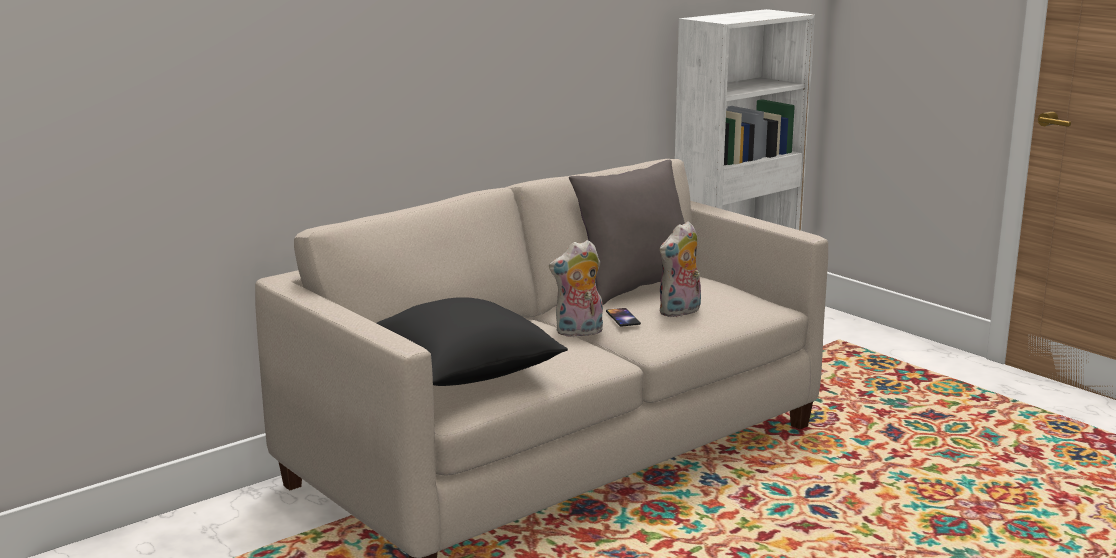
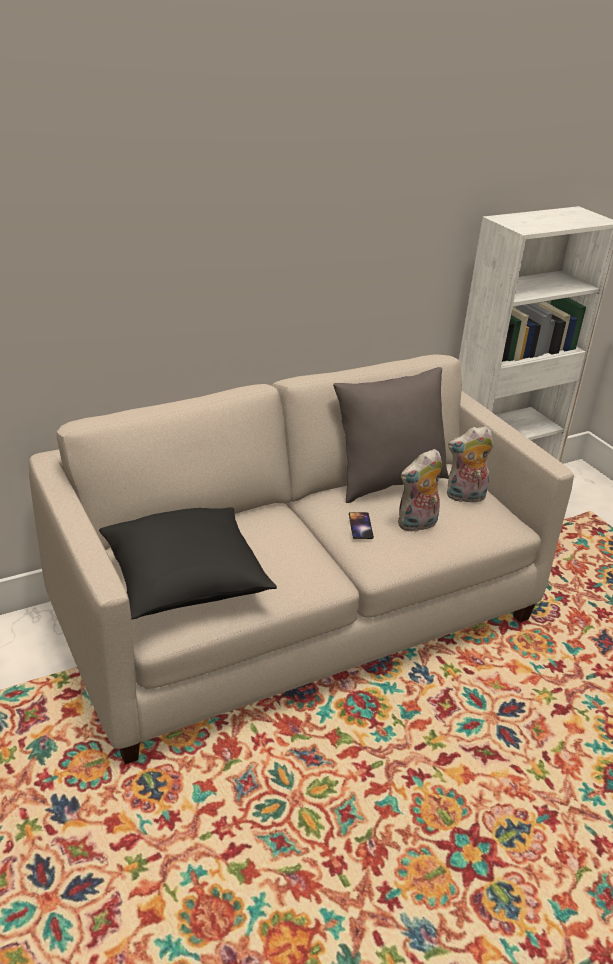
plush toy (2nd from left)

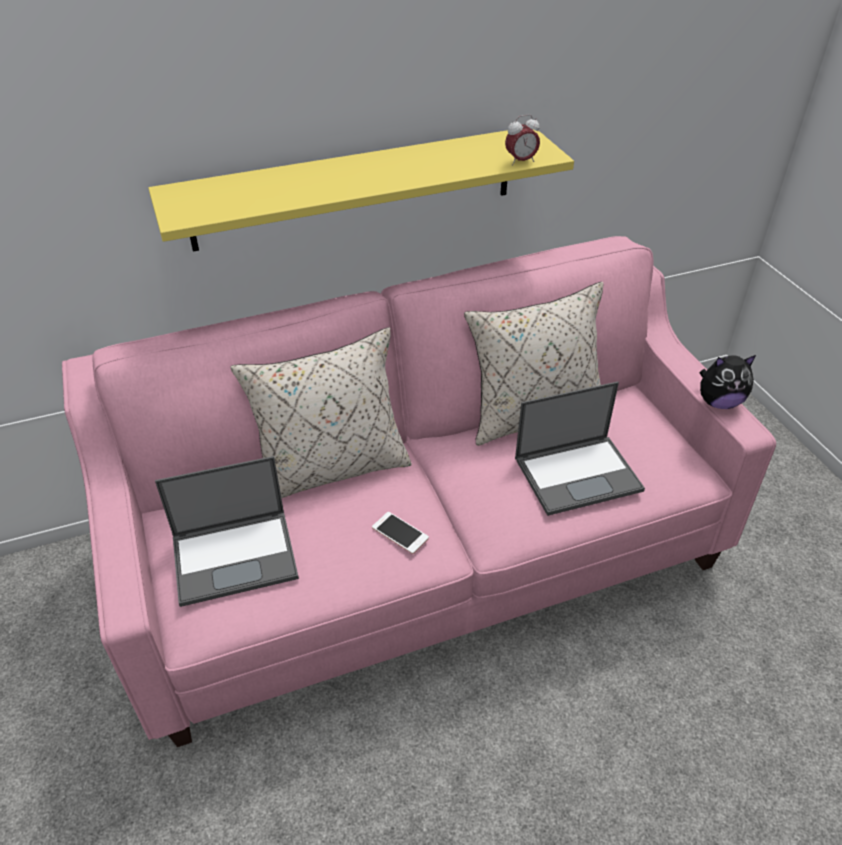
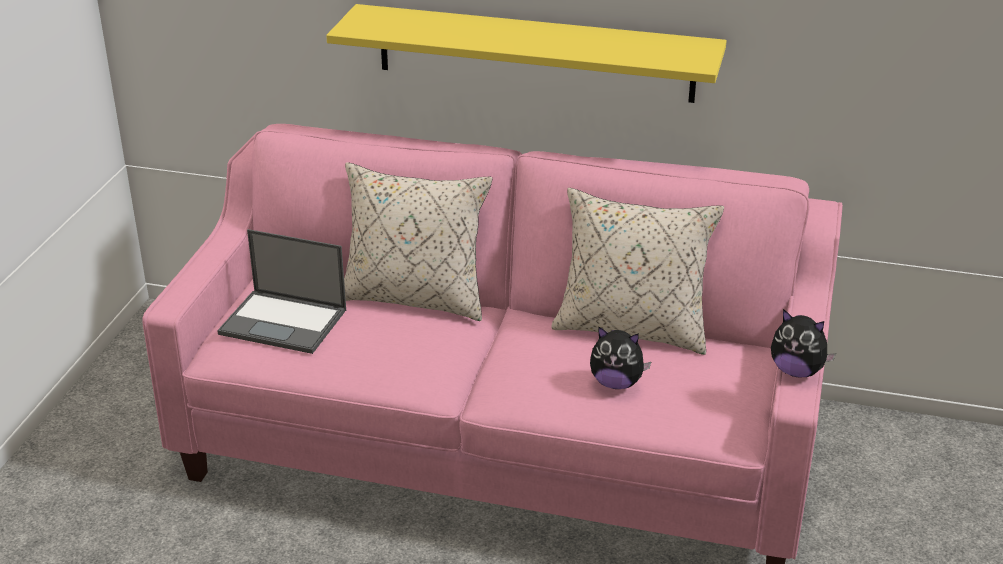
alarm clock
plush toy (1st from left)
phone

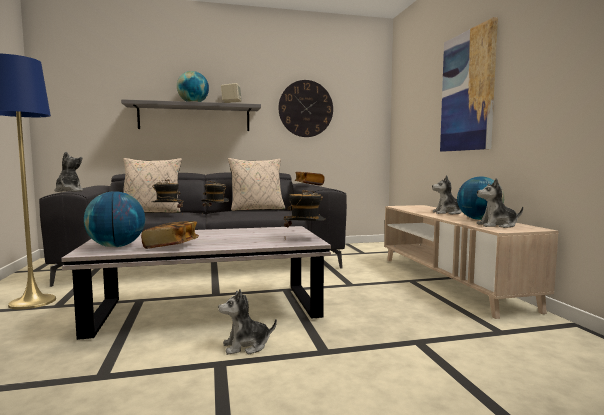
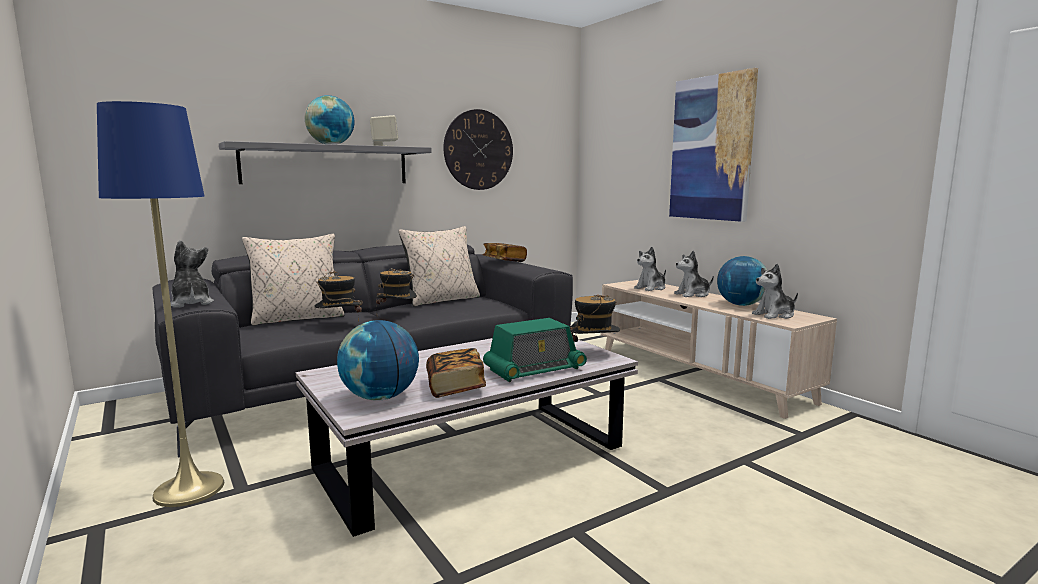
plush toy (2nd from left)
radio

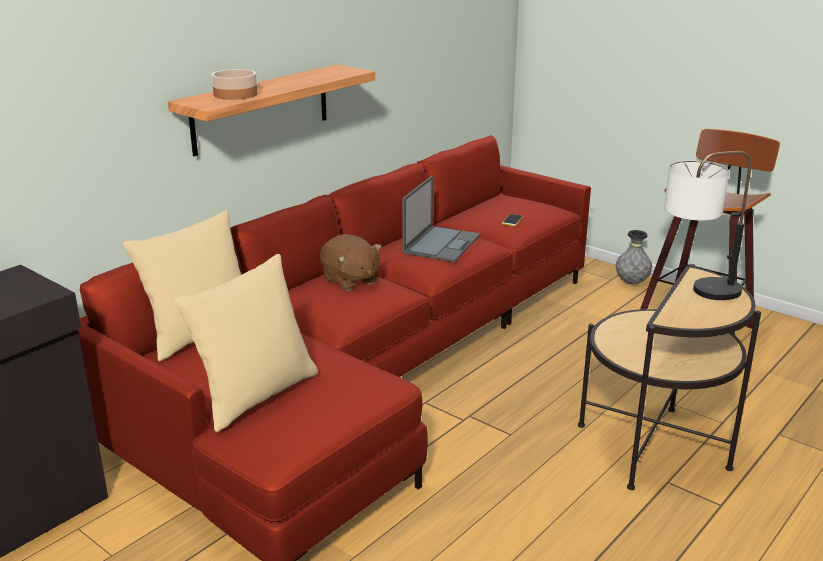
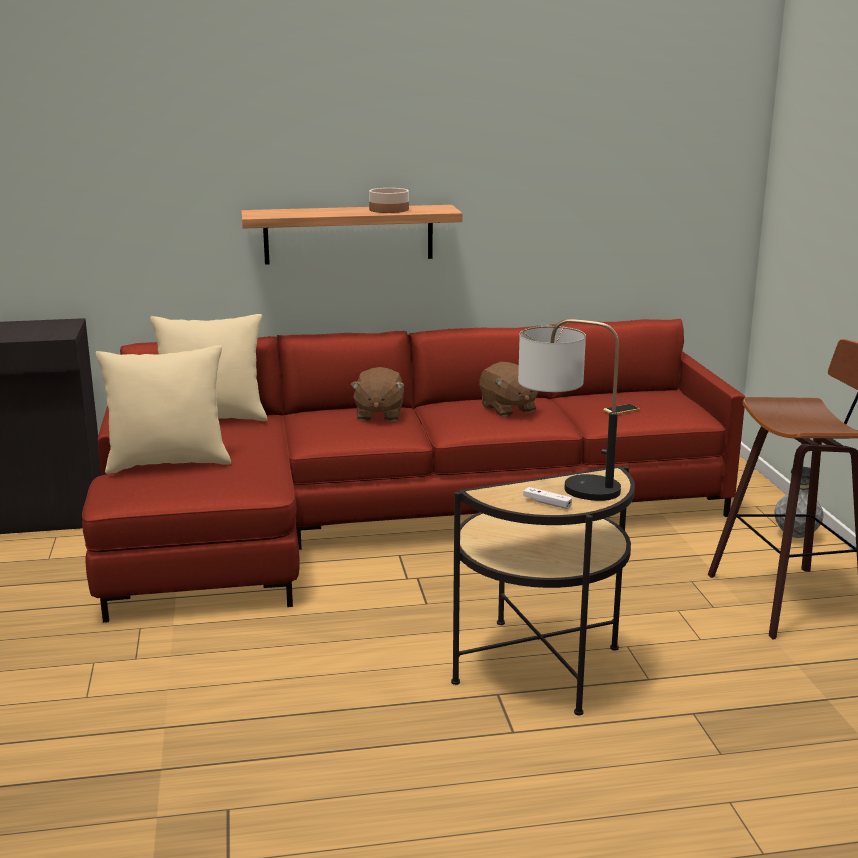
bowl
brown plush toy (2nd from left)
white game controller

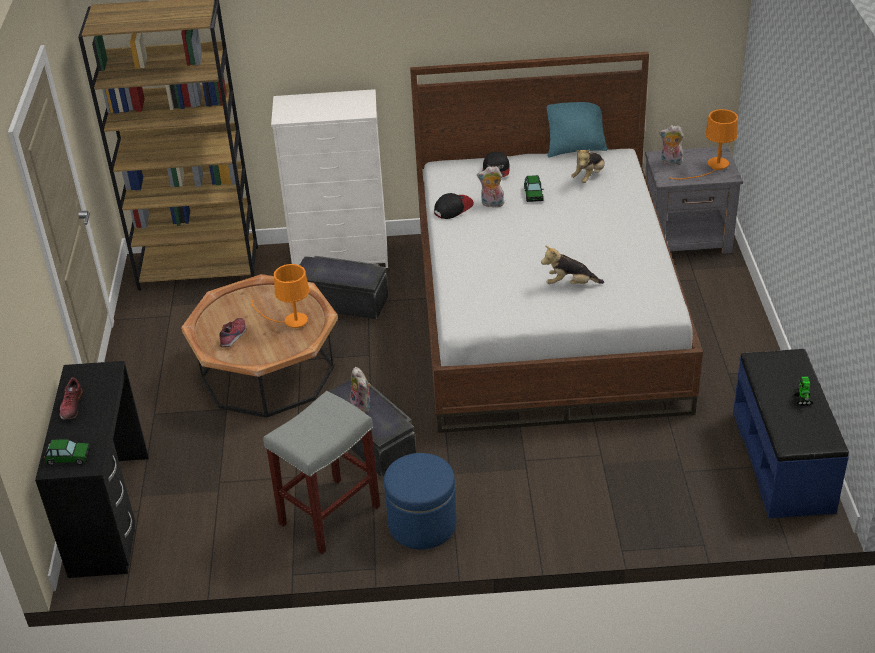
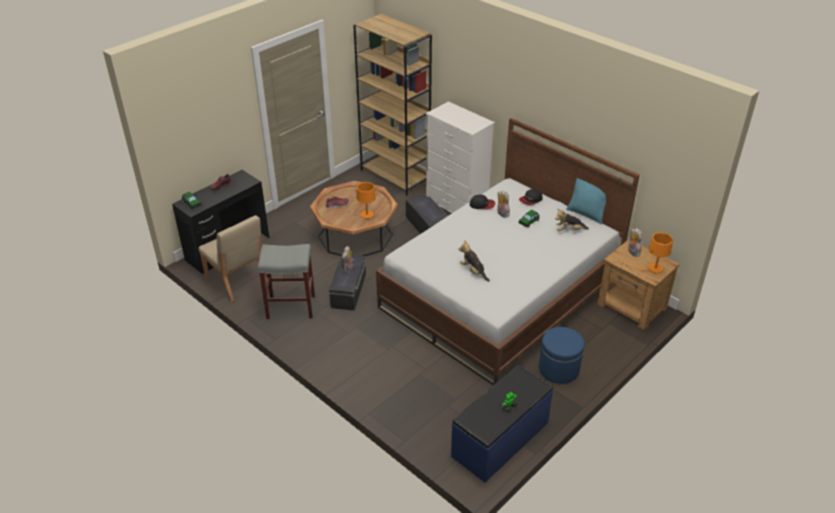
brown nightstand
blue ottoman
beige chair

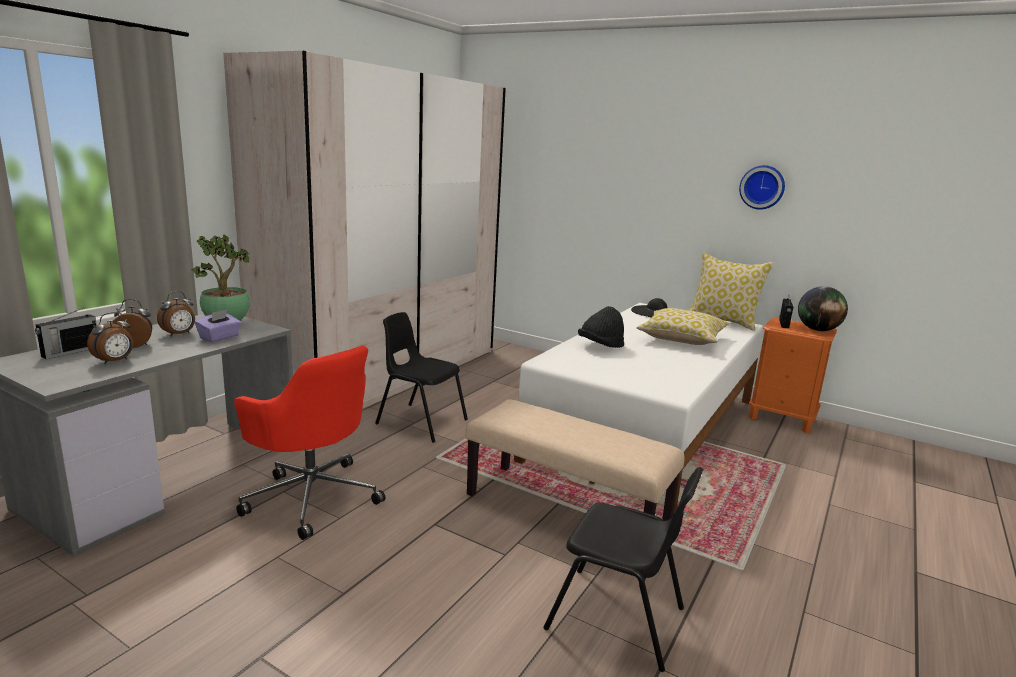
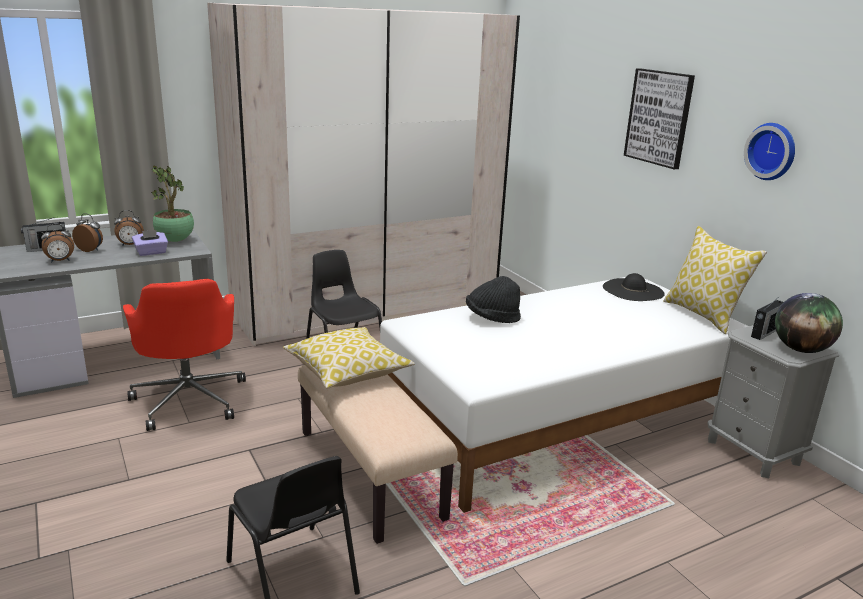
pillow (1st from left)
grey nightstand
picture

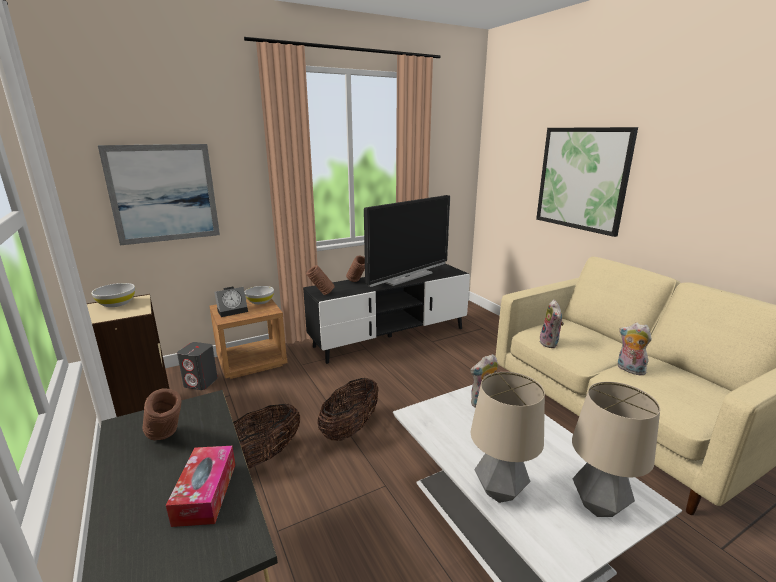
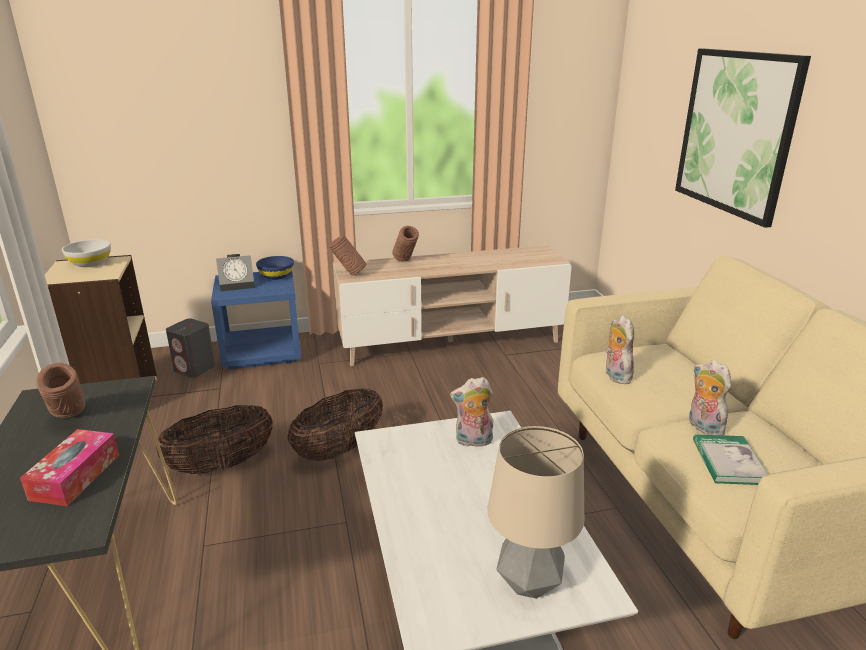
picture (1st from left in the first image)
television
beige tv stand
blue bowl
blue nightstand
plush toy (2nd from left)
table lamp (1st from left in the first image)
book

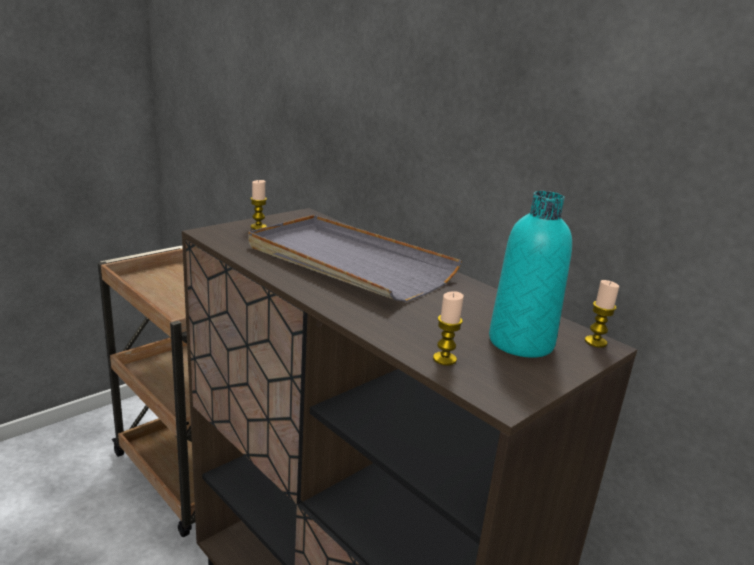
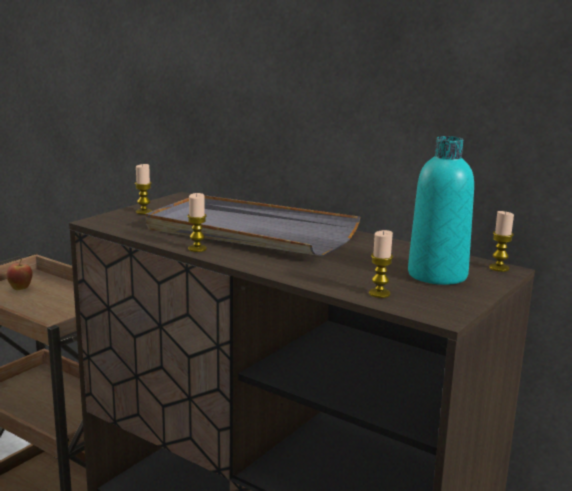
candle (2nd from left)
apple

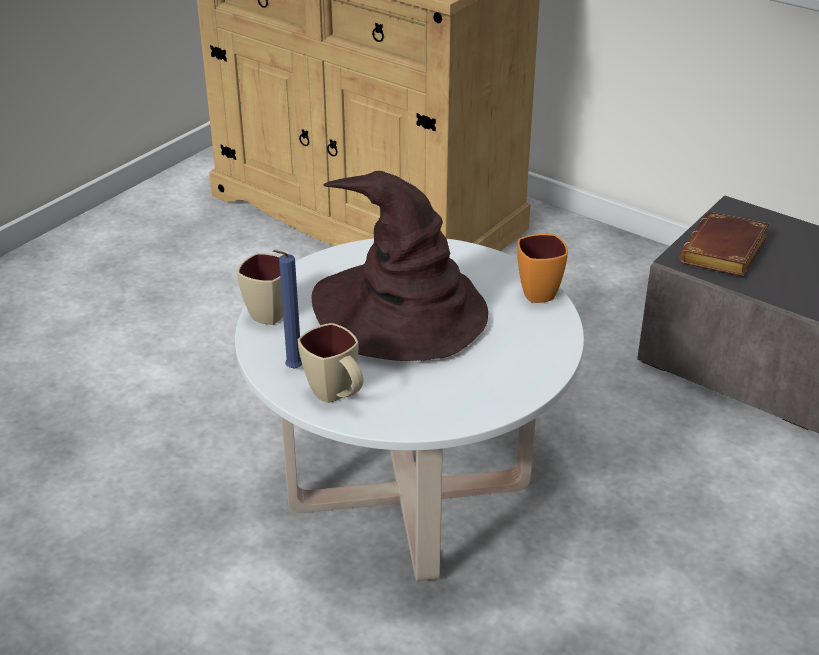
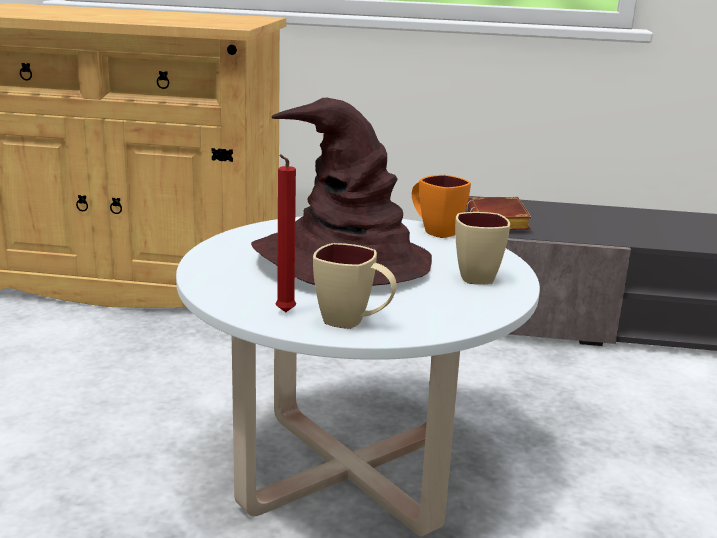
red candle
beige mug (2nd from left)

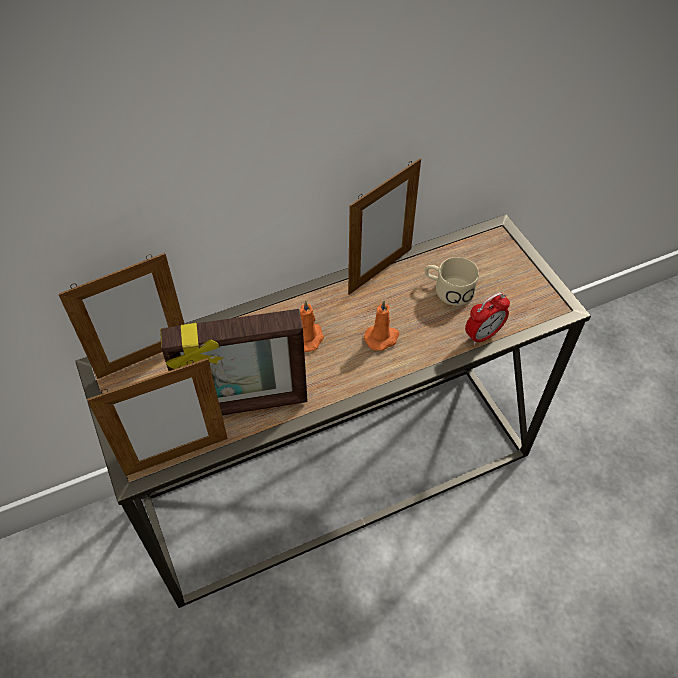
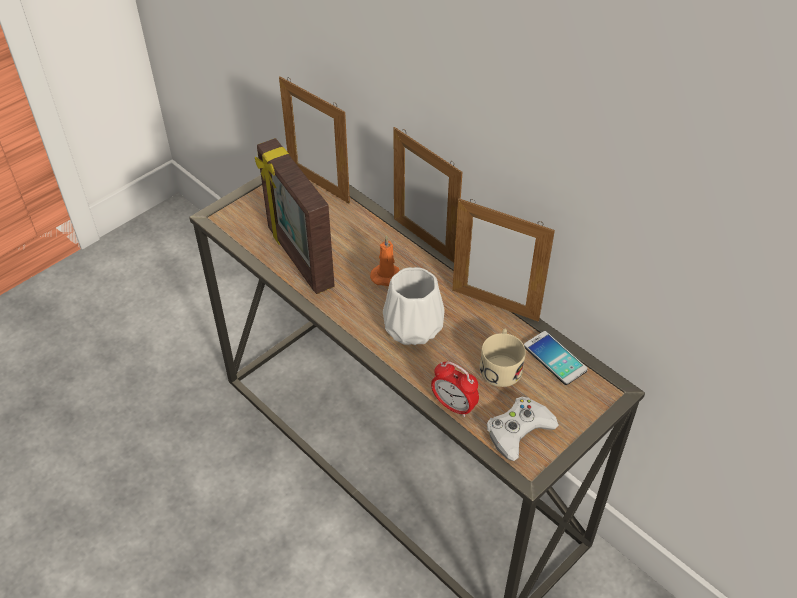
white vase
picture frame (3rd from left)
phone
white game controller

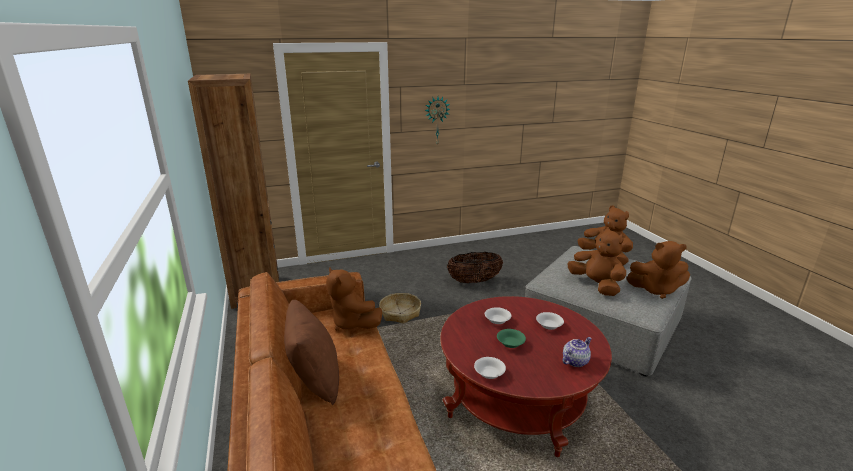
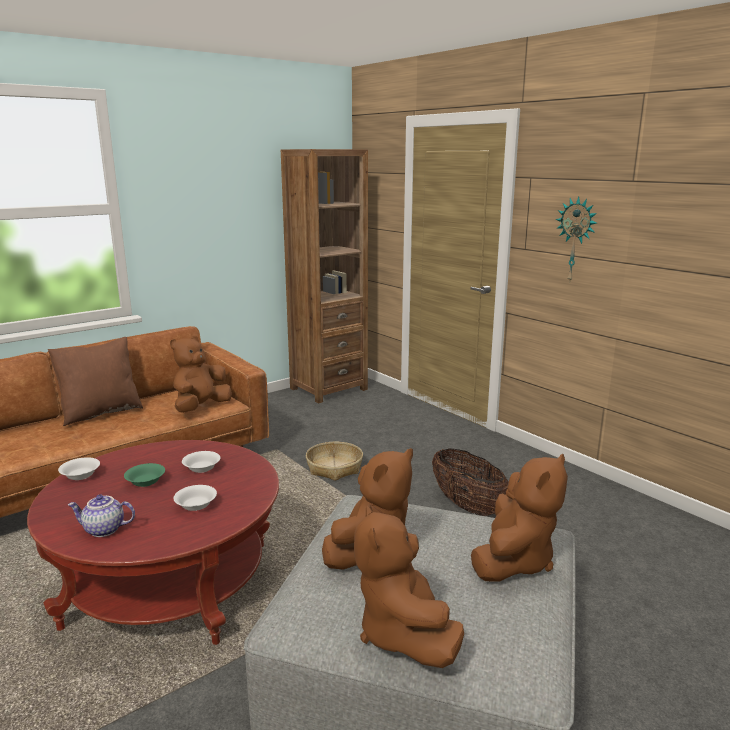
teapot

